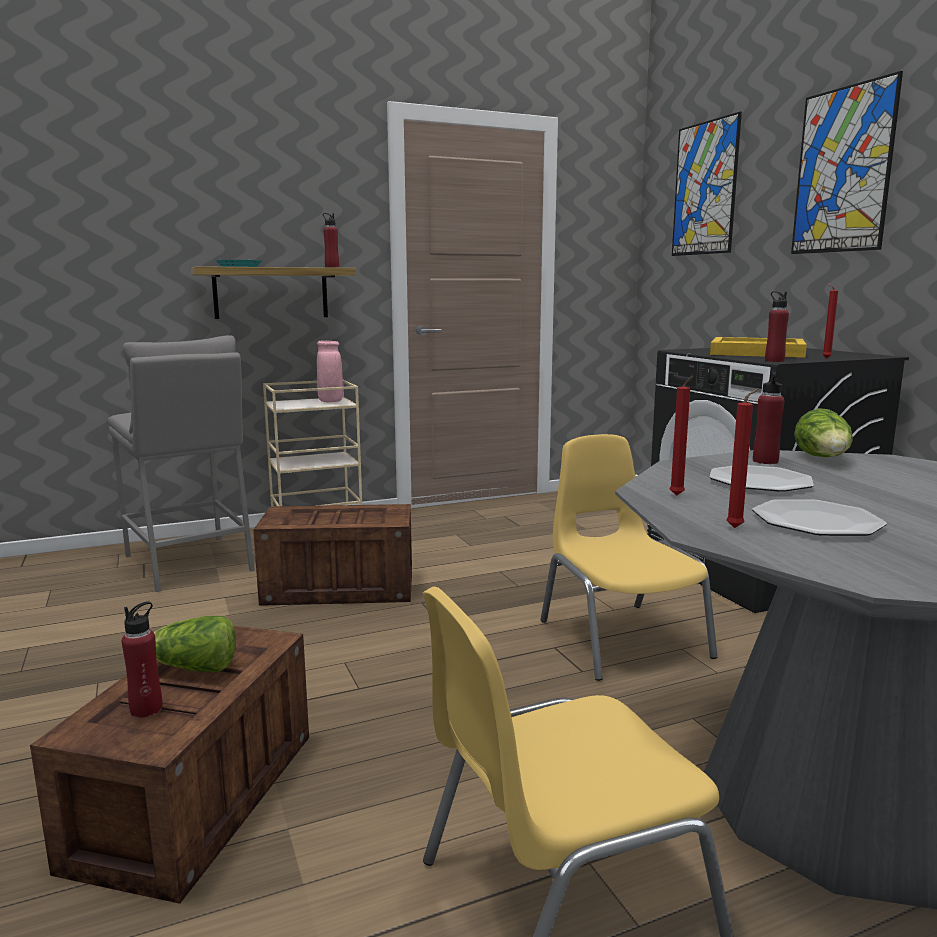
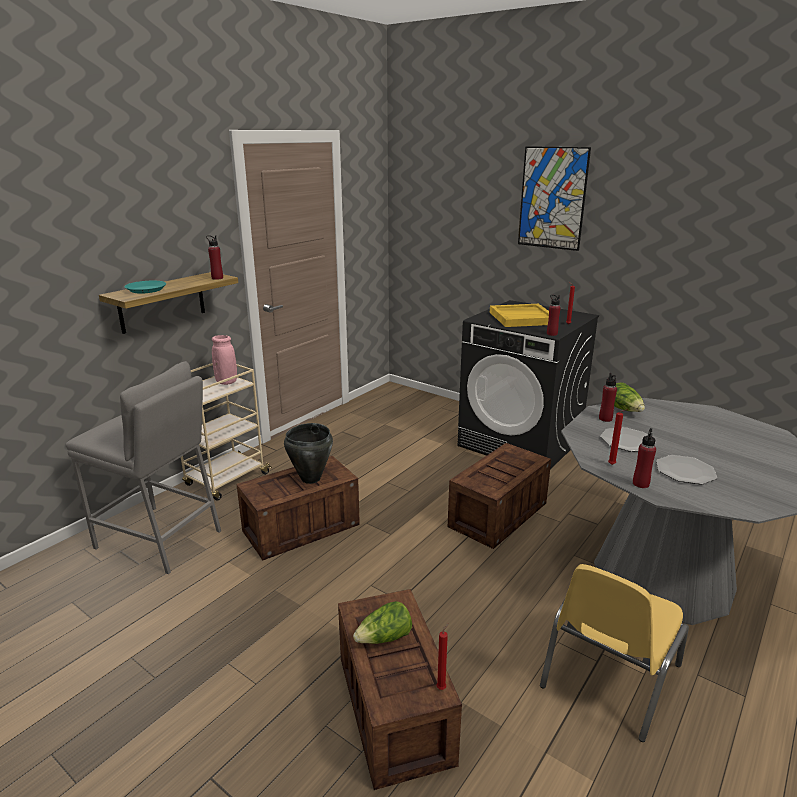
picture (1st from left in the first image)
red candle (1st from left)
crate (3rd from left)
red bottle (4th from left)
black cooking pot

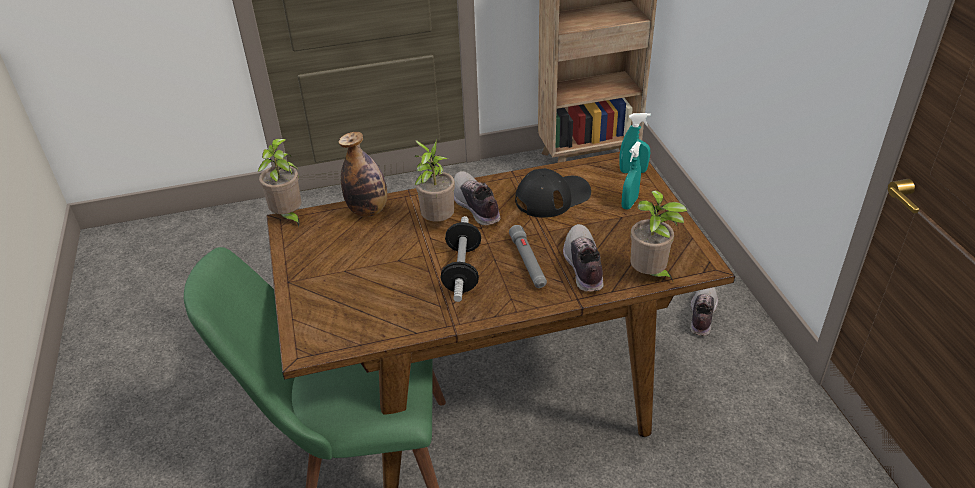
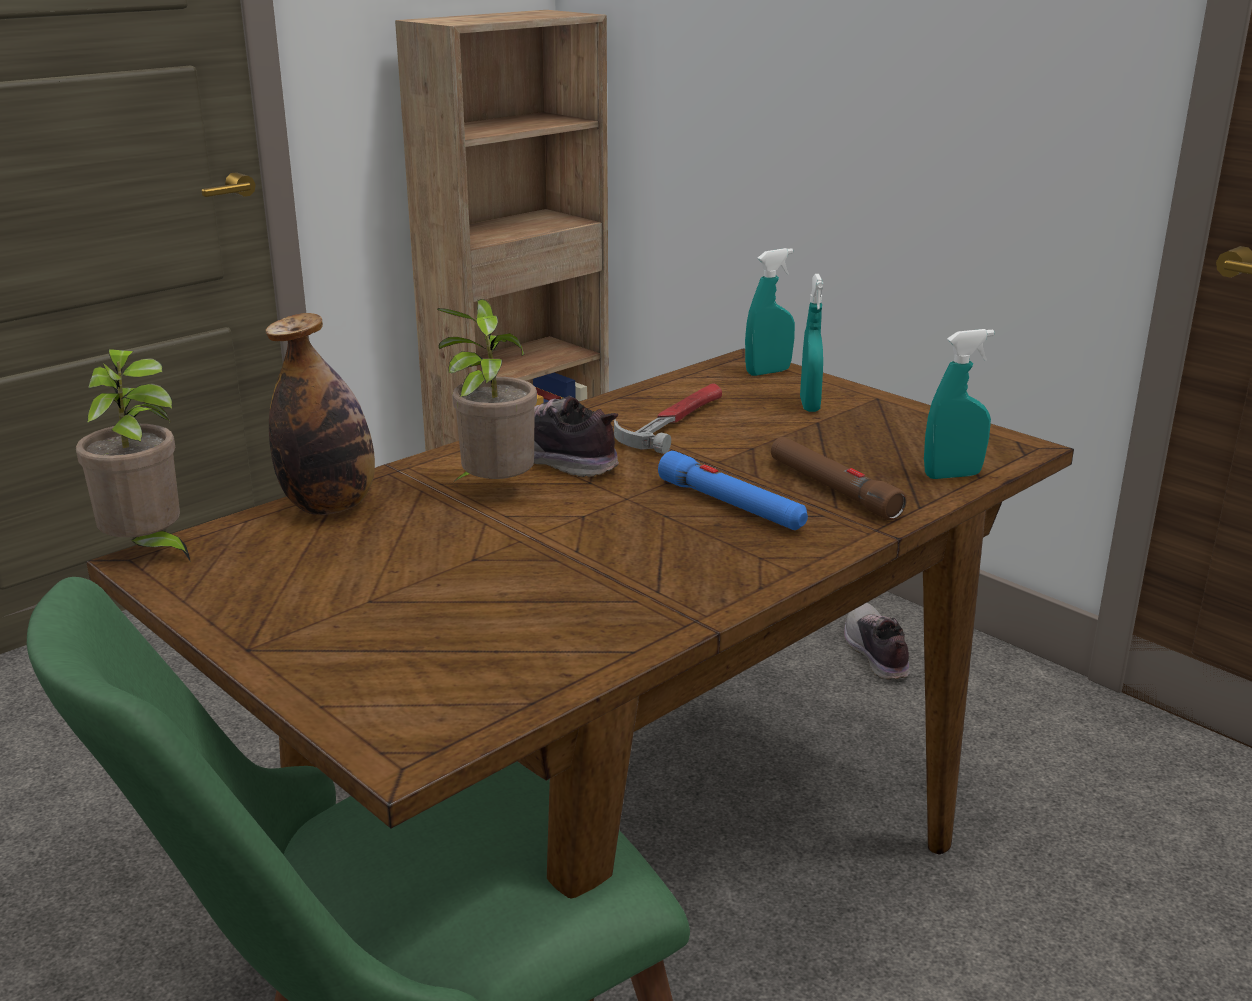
hammer
turquoise spray bottle (3rd from left)
dumbbell
brown flashlight
blue flashlight

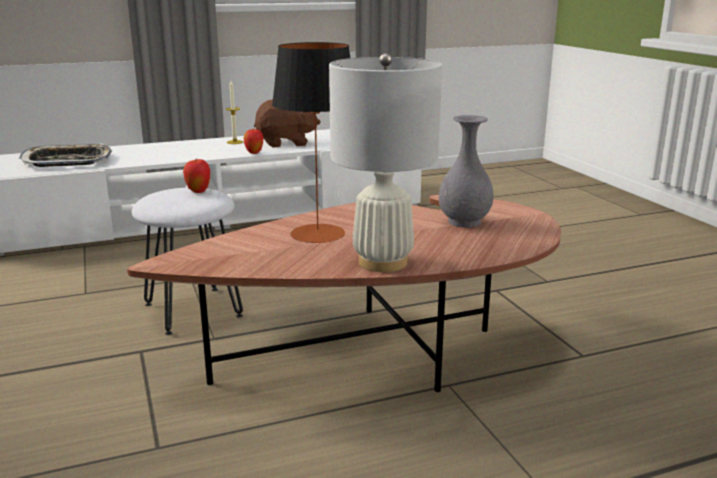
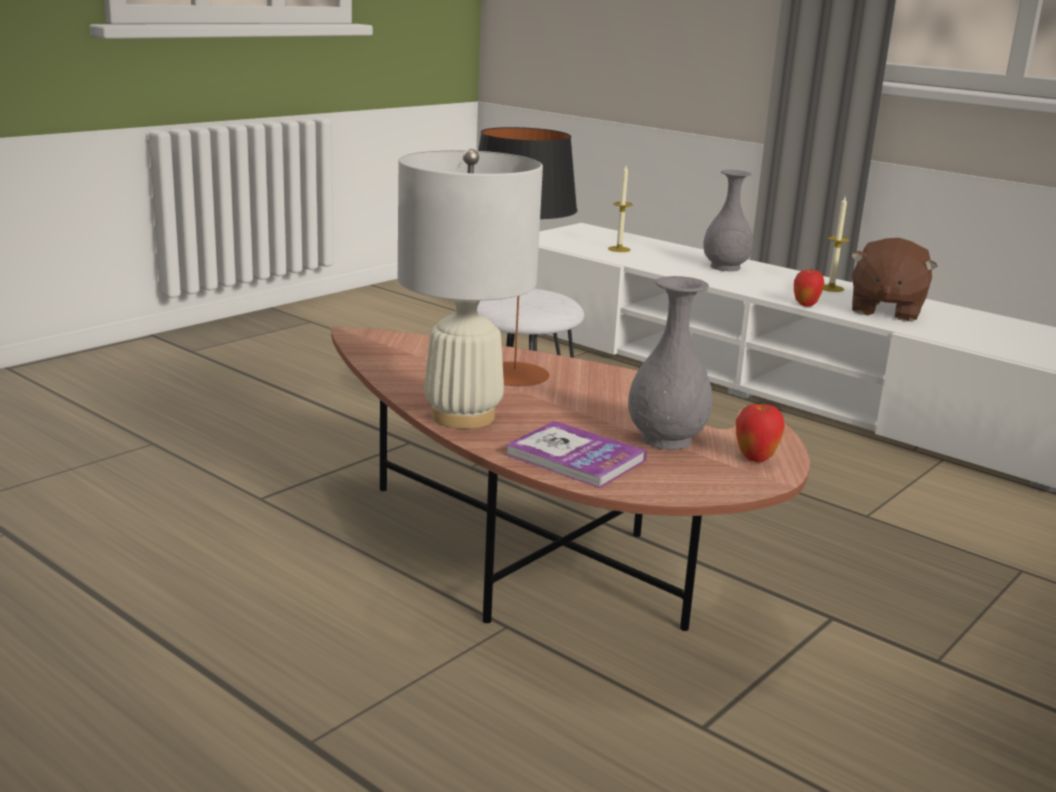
brown plush toy
candle (1st from left)
apple (1st from left)
grey vase (2nd from left)
book

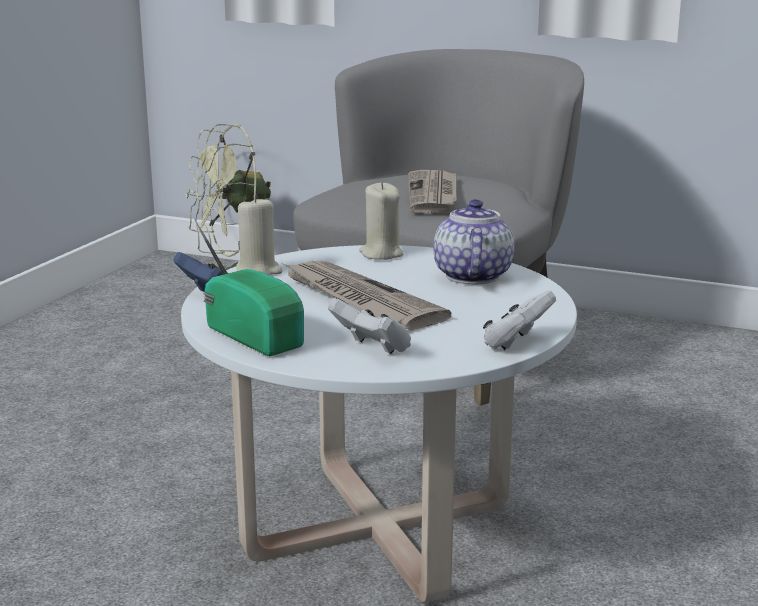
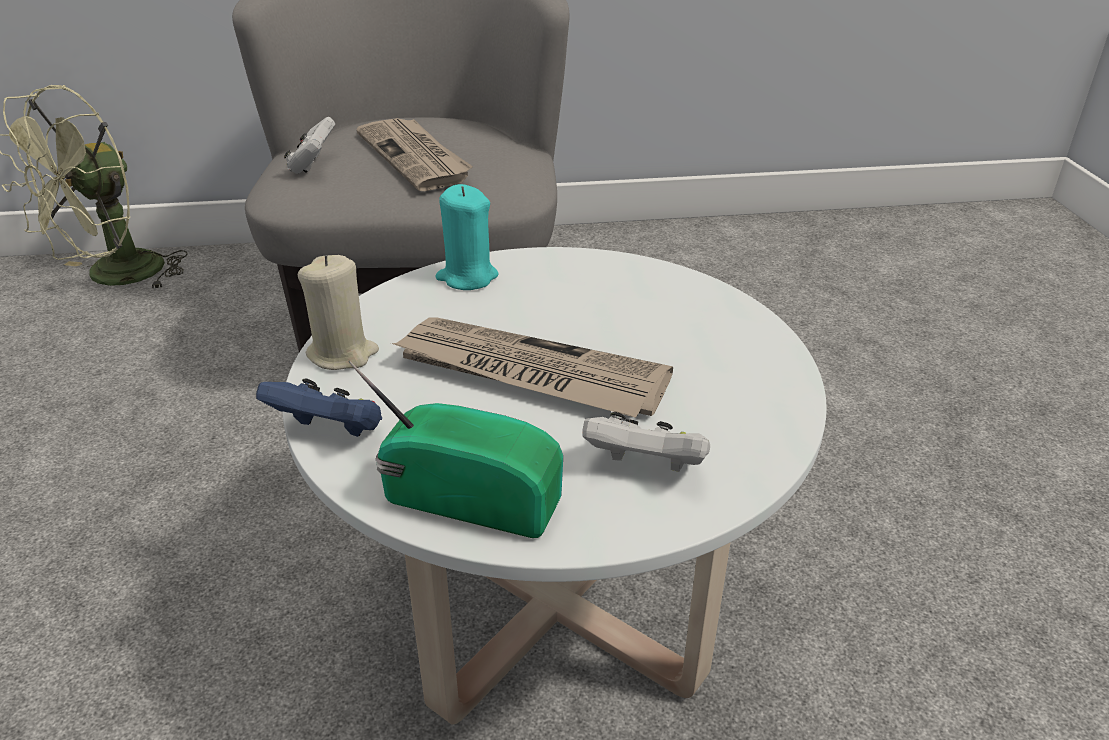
turquoise candle
teapot
white game controller (1st from left)

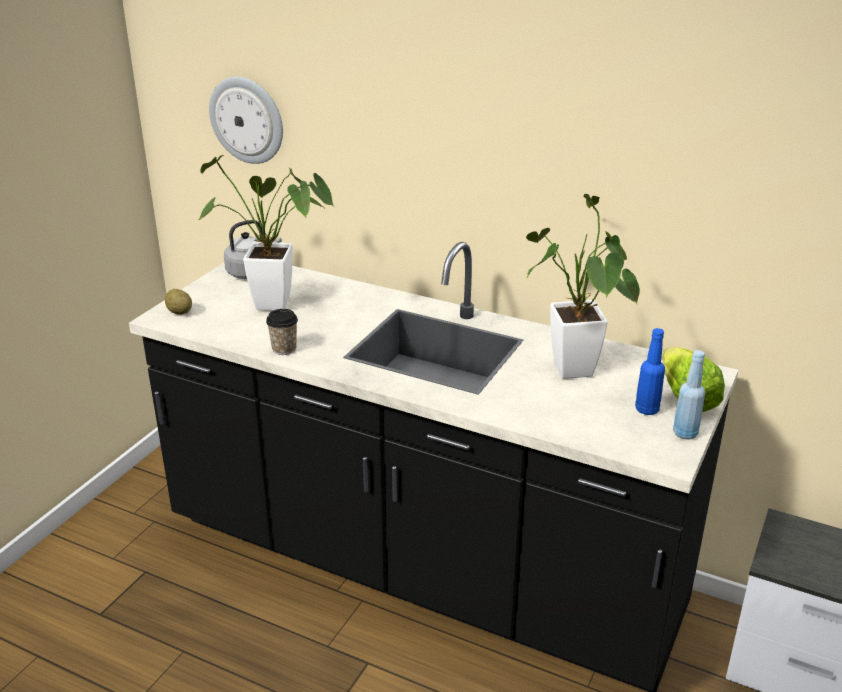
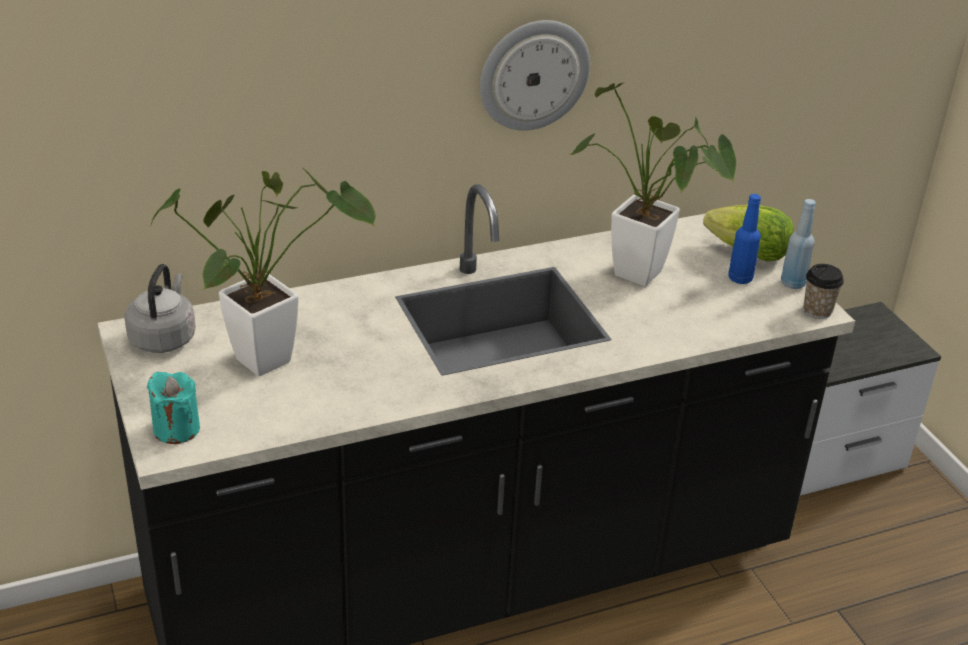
wall clock
turquoise candle
cup

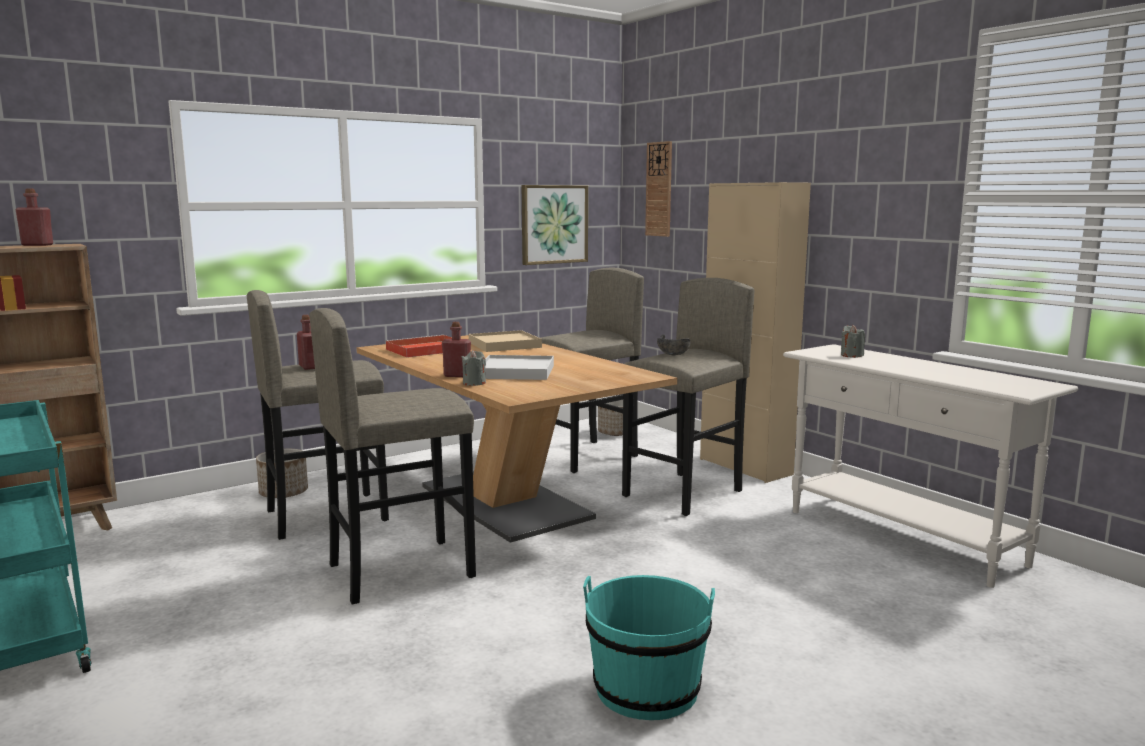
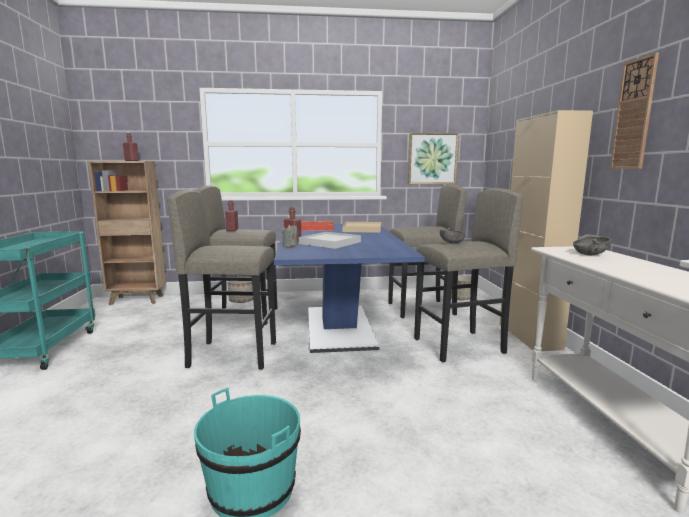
wall clock
grey bowl (2nd from left)
blue dining table

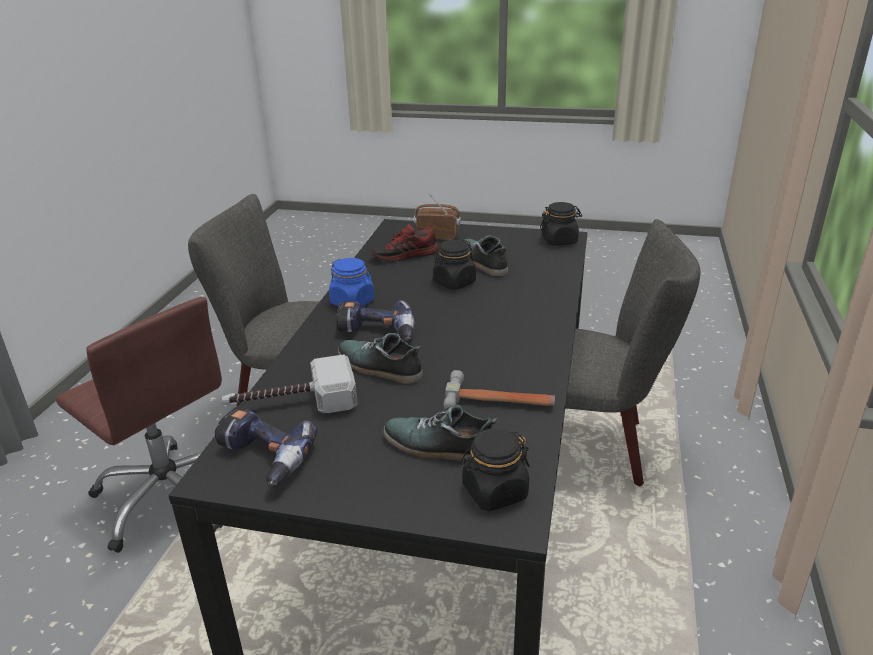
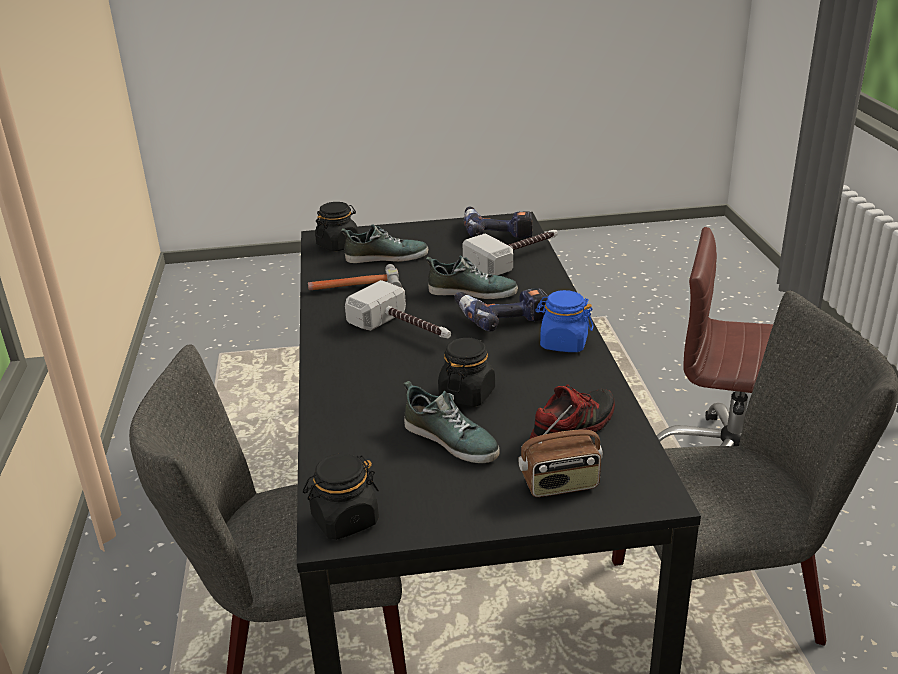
hammer (2nd from left)

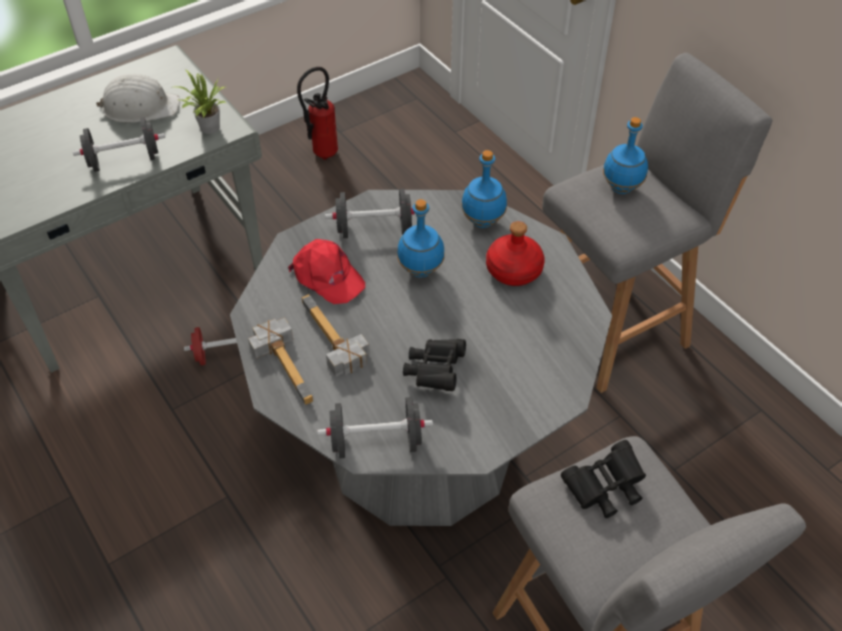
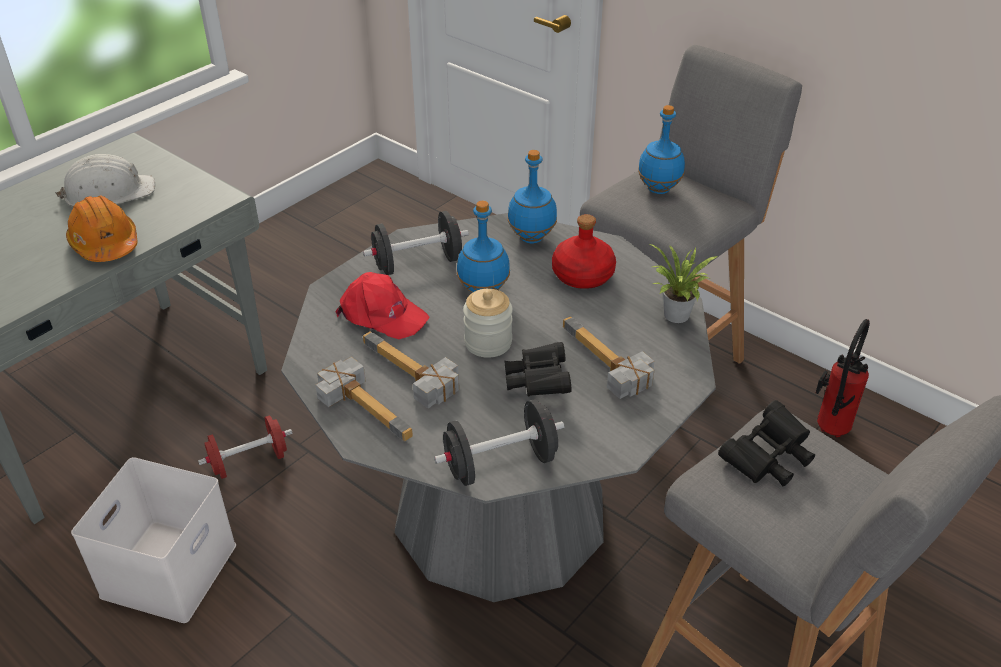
fire extinguisher
potted plant
orange hard hat
jar
hammer (3rd from left)
white storage box

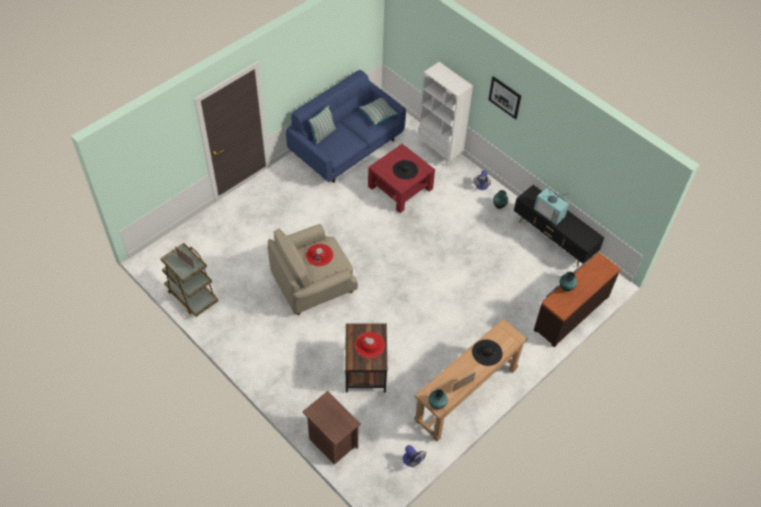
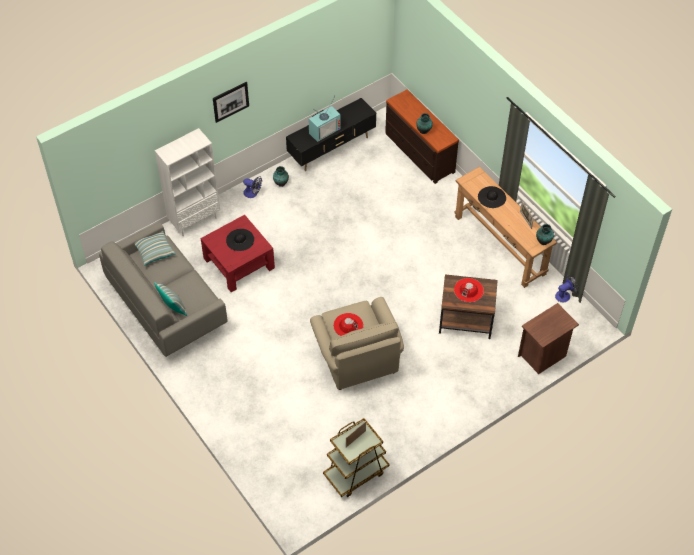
grey sofa

